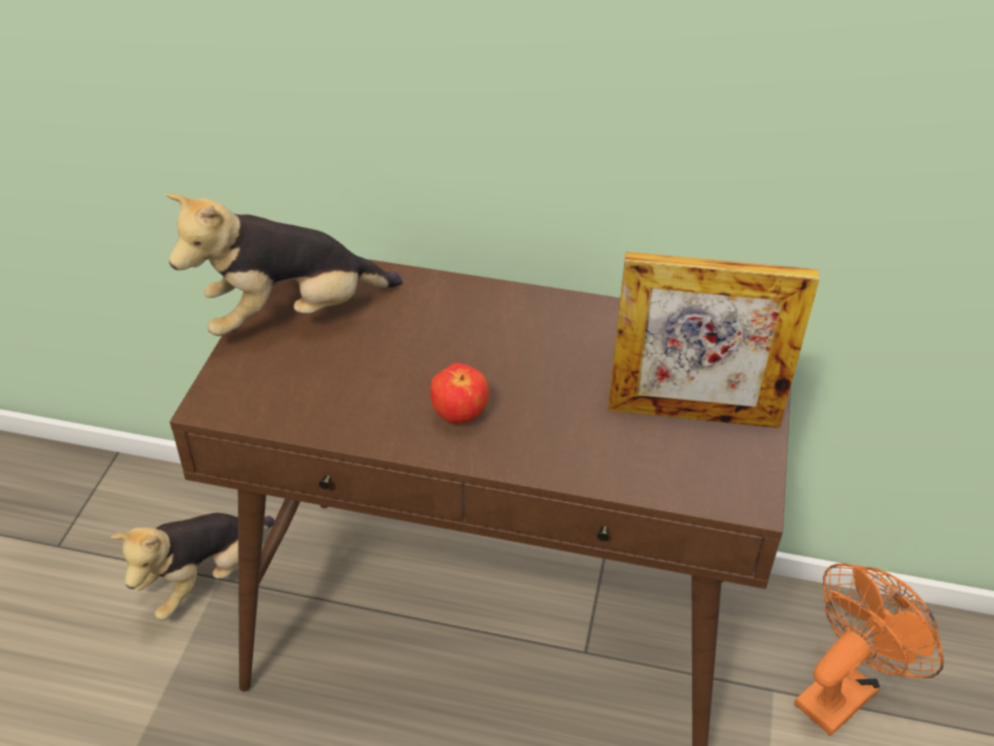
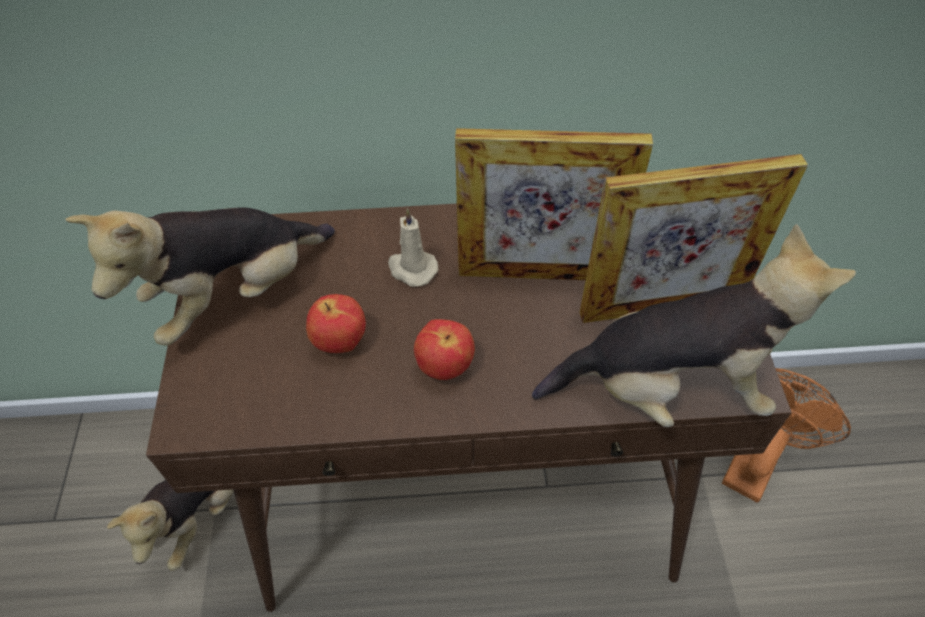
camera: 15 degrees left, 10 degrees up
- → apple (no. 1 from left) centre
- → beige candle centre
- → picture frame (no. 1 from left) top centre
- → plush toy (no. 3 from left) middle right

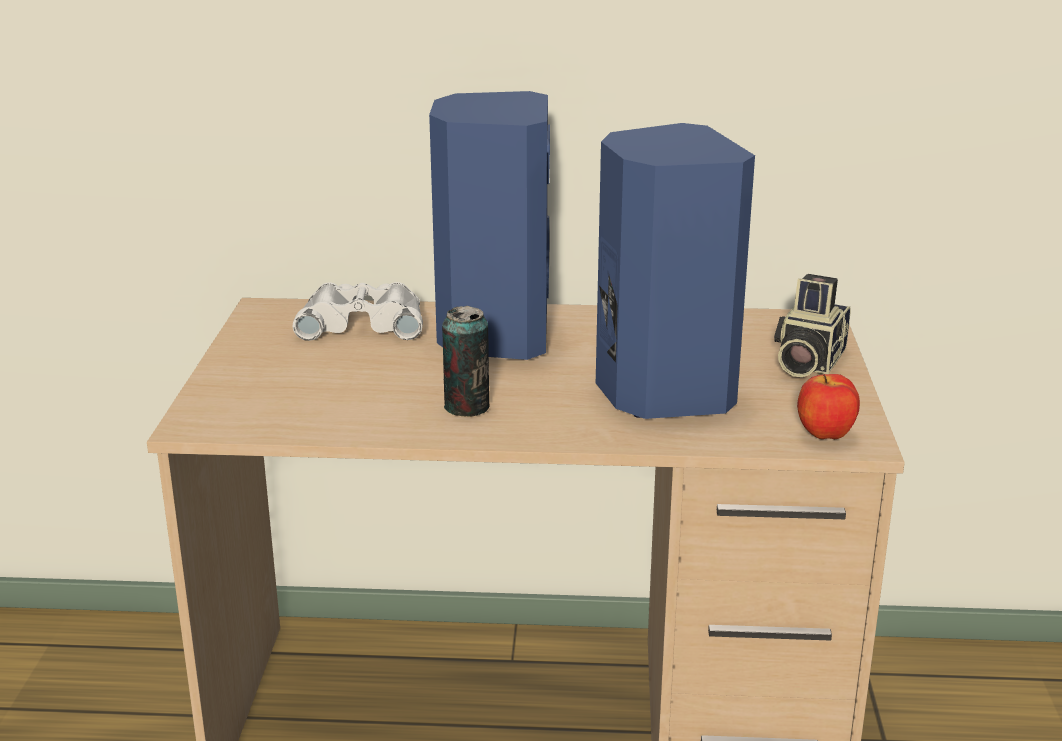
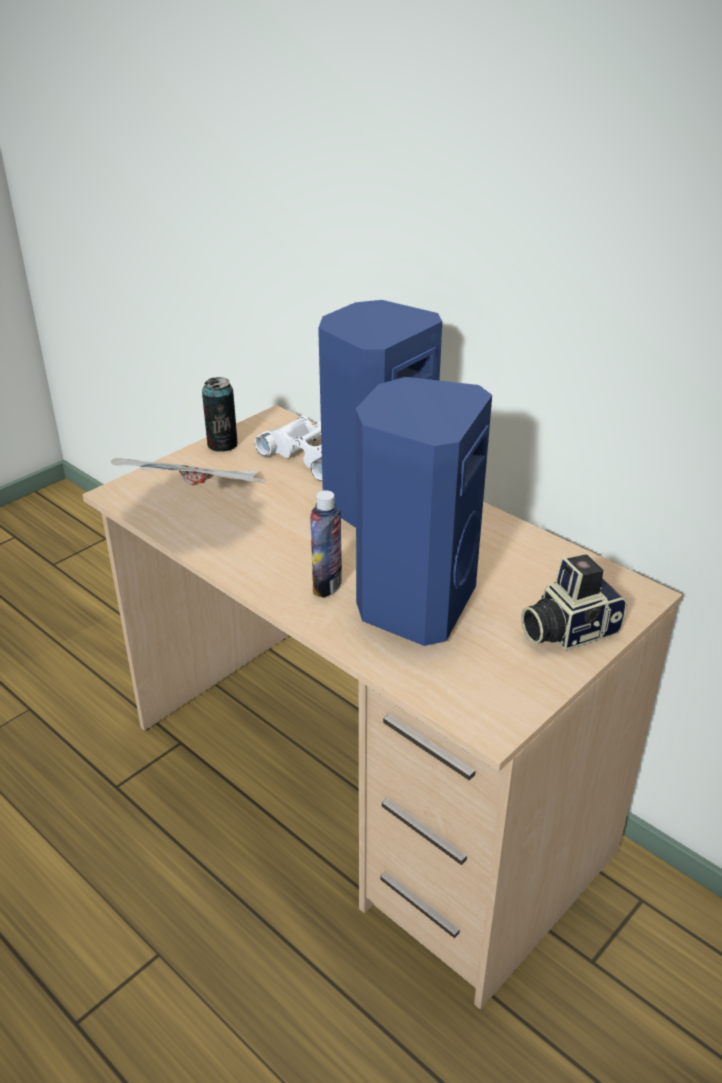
camera: 40 degrees right, 10 degrees up
can centre → can middle left, shifted
apple middle right → -
- → newspaper middle left
- → bottle centre

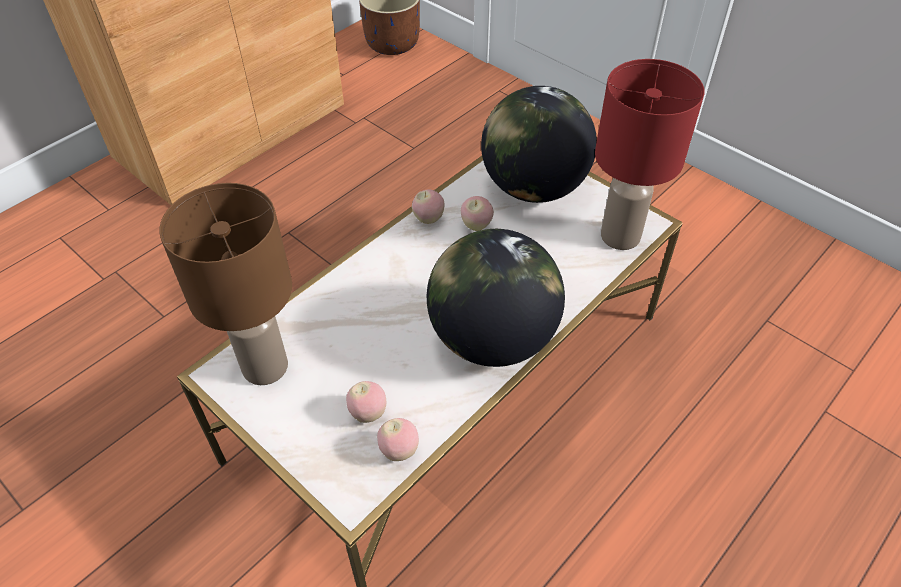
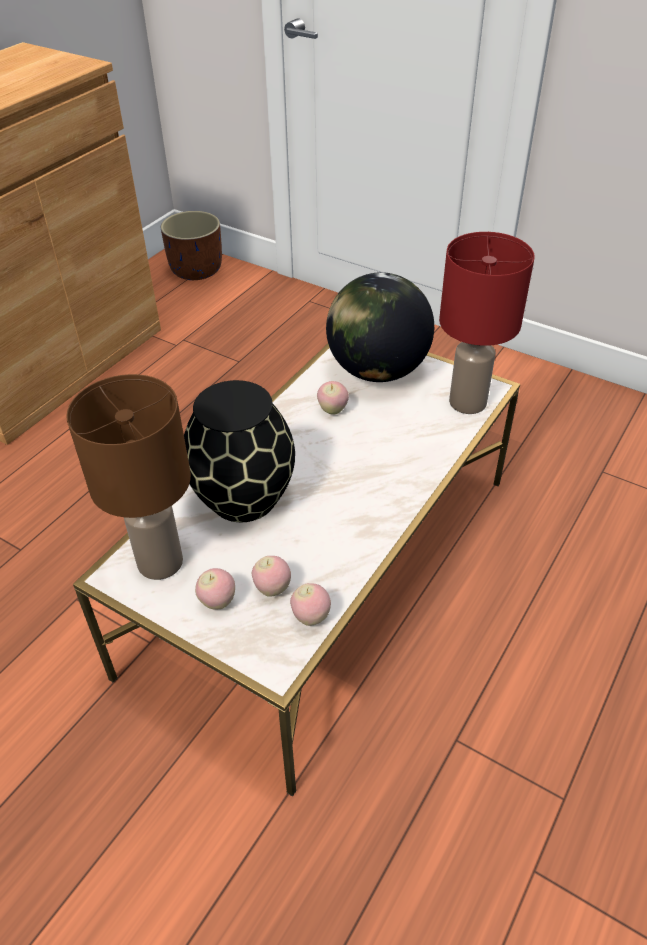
camera: 10 degrees left, 5 degrees down
apple (no. 3 from left in the first image) centre → apple (no. 1 from left) middle left, shifted
globe (no. 1 from left) centre → -
- → black vase centre

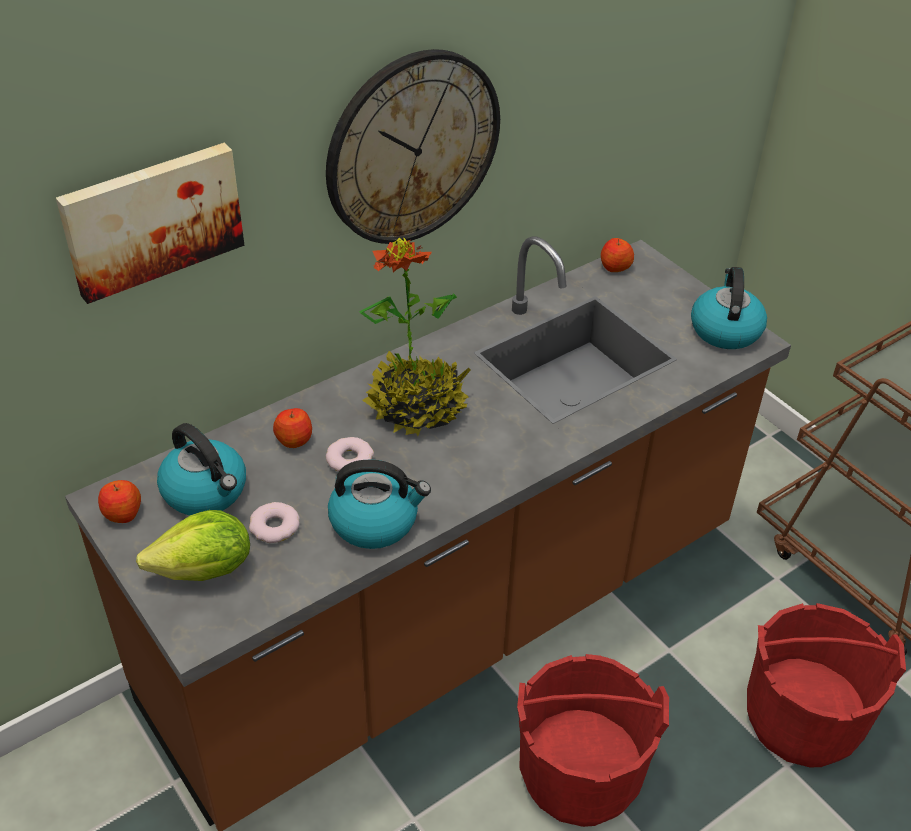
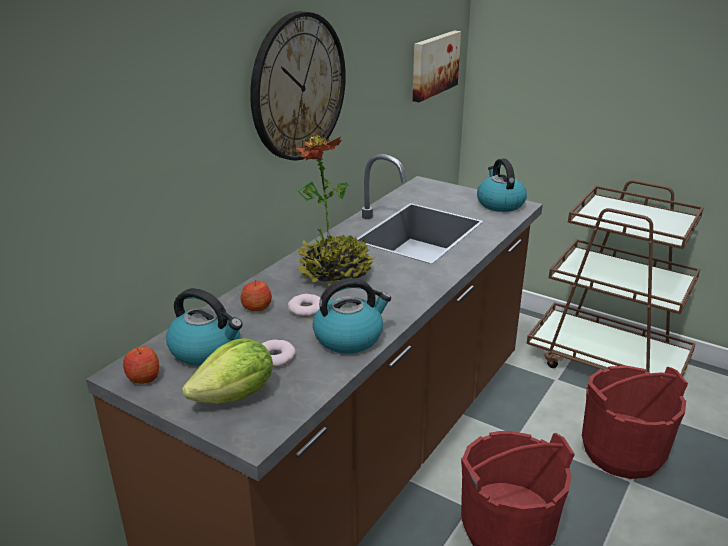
camera: 20 degrees left, 15 degrees down
picture top left → picture top centre, shifted
apple (no. 3 from left) top right → -

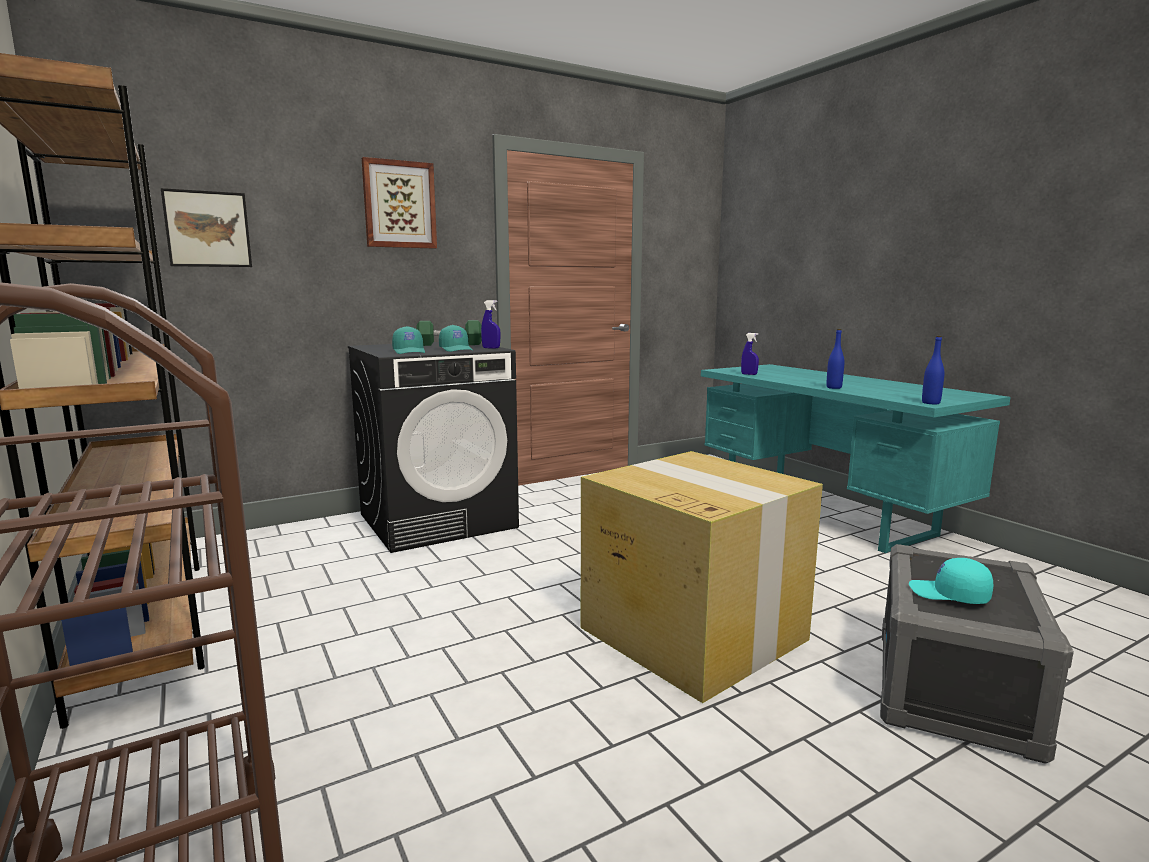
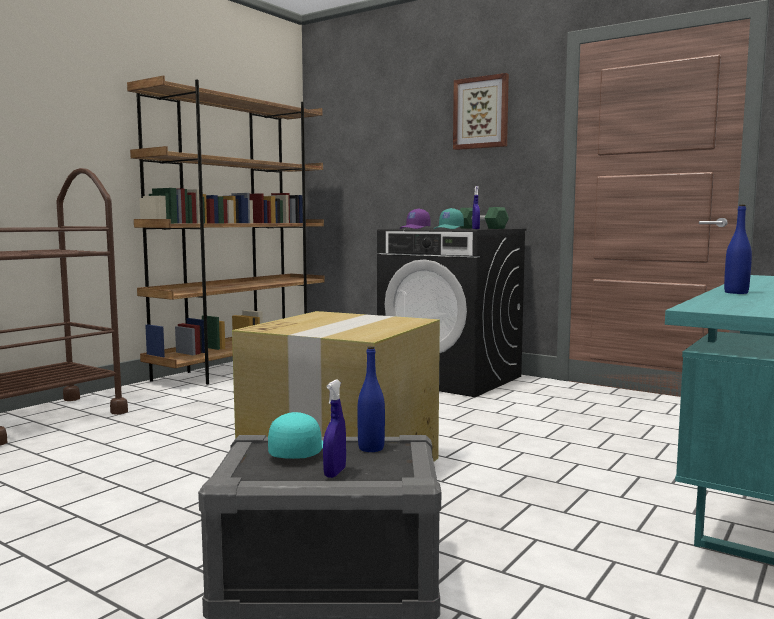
camera: 65 degrees right, 5 degrees down
picture (no. 1 from left) top left → -
turquoise cap (no. 1 from left) centre → purple cap centre
blue spray bottle (no. 2 from left in the first image) centre → blue spray bottle (no. 1 from left) bottom centre, shifted
blue bottle (no. 2 from left in the first image) middle right → blue bottle (no. 1 from left) centre, shifted

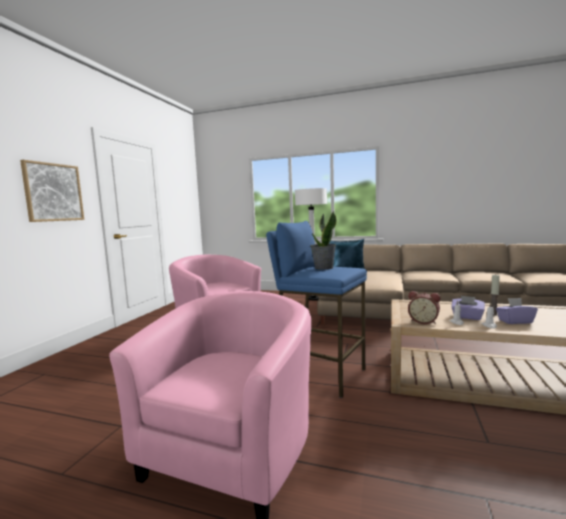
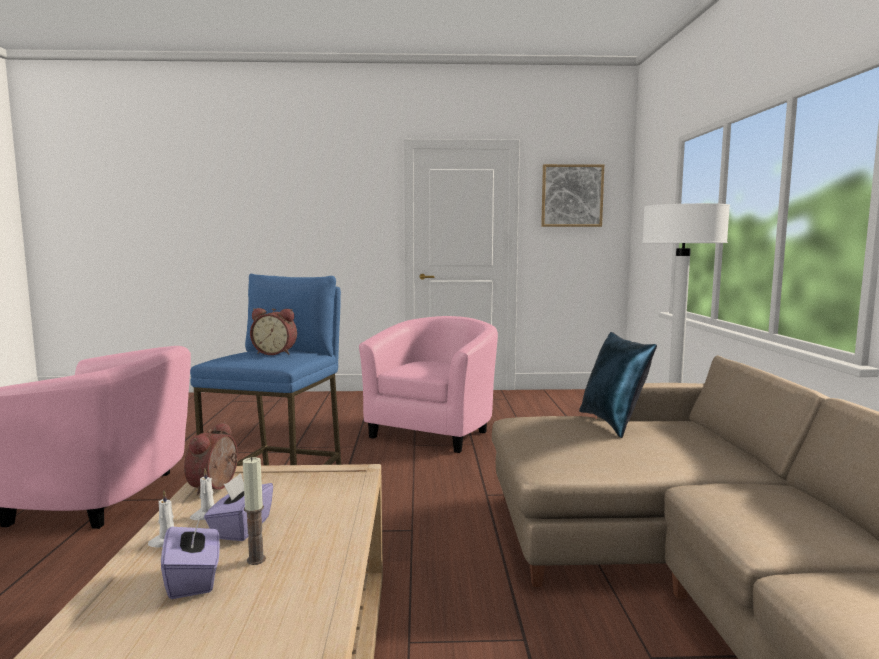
camera: 70 degrees right, 0 degrees up
picture middle left → picture top centre, shifted
potted plant centre → alarm clock (no. 2 from left) middle left

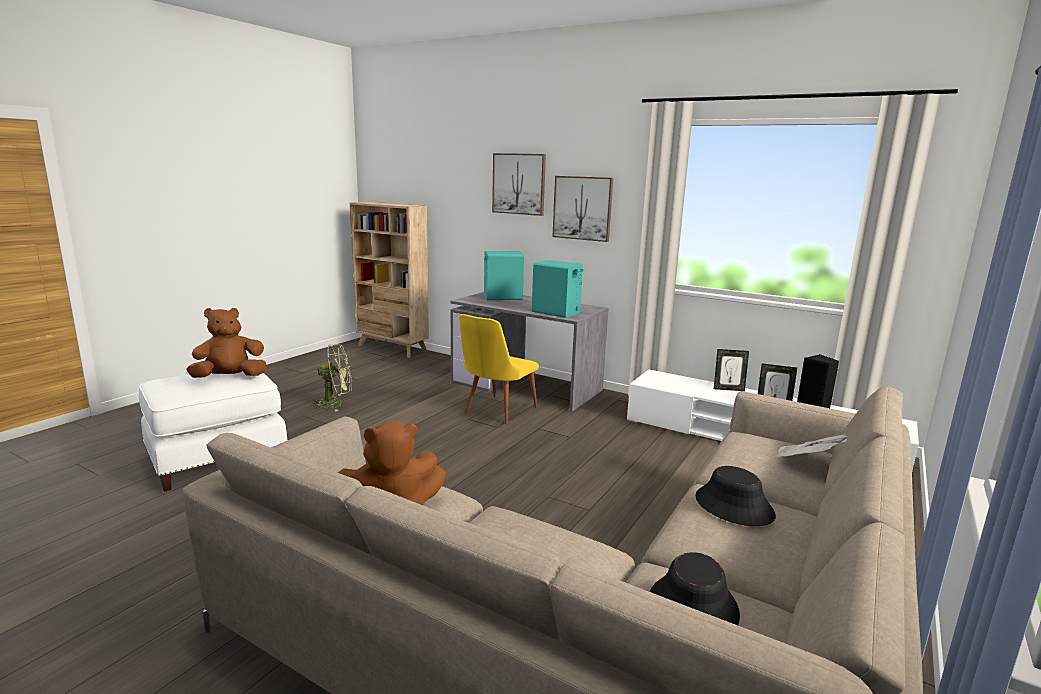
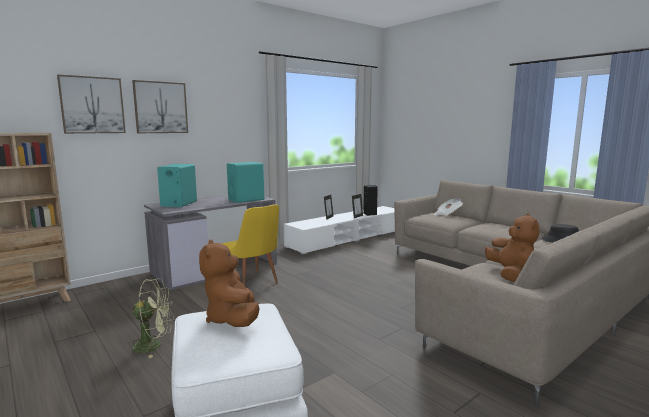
camera: 70 degrees left, 5 degrees down
green fan middle left → green fan bottom left, 75 degrees clockwise
picture (no. 2 from left in the first image) top centre → picture (no. 1 from left) top left, shifted
black hat (no. 2 from left) bottom right → -

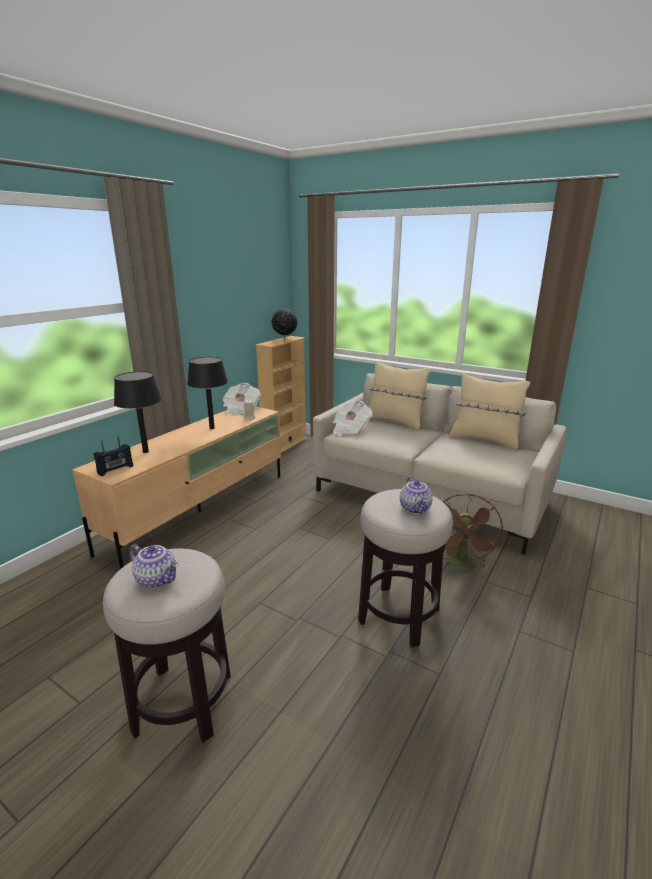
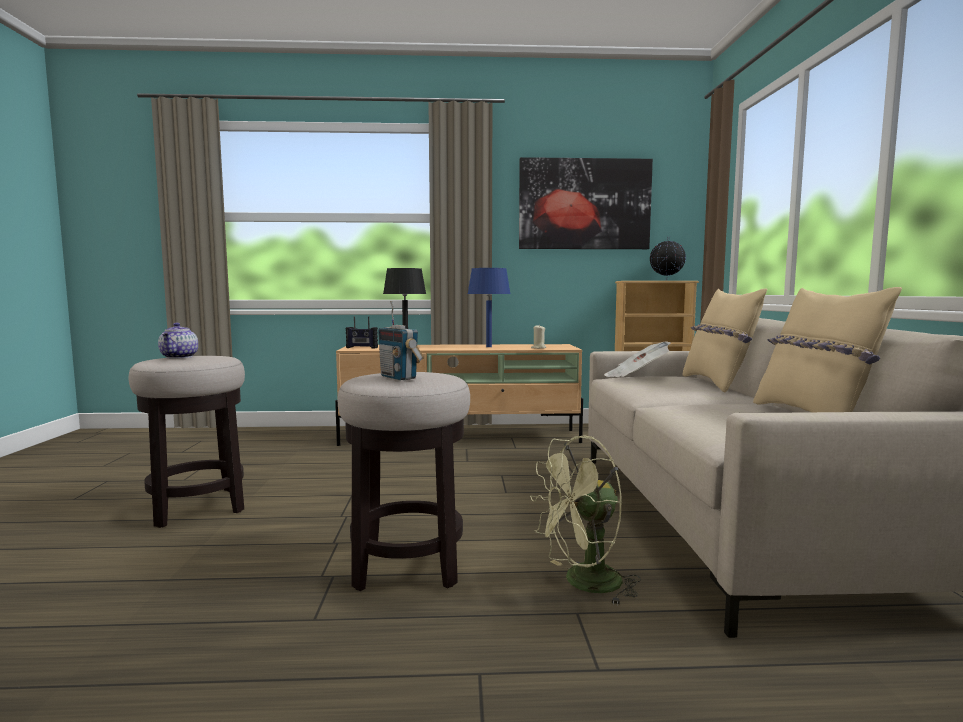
camera: 55 degrees right, 15 degrees down
black table lamp (no. 2 from left) middle left → blue table lamp centre
newspaper (no. 1 from left) centre → -
teapot (no. 2 from left) centre → radio (no. 2 from left) centre
brown fan middle right → green fan bottom centre
- → picture top centre

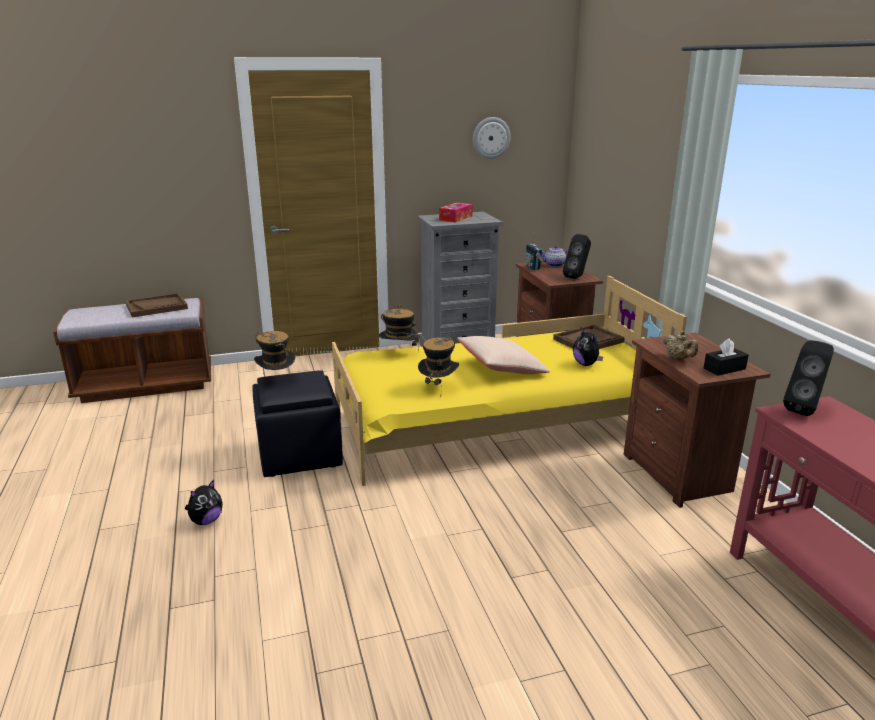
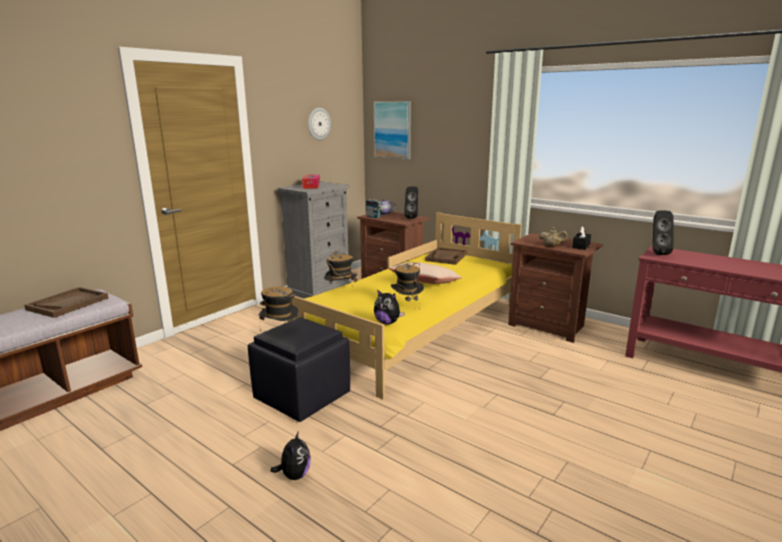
camera: 35 degrees left, 5 degrees down
plush toy (no. 2 from left) middle right → plush toy (no. 2 from left) centre, shifted
- → picture top centre

